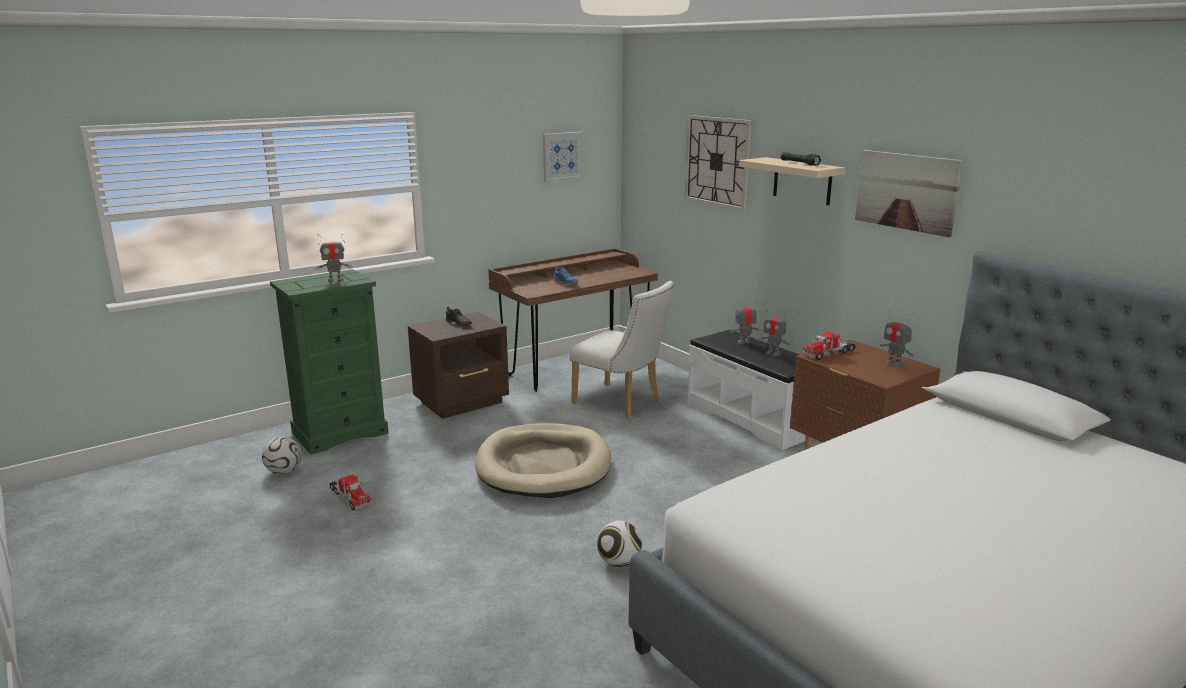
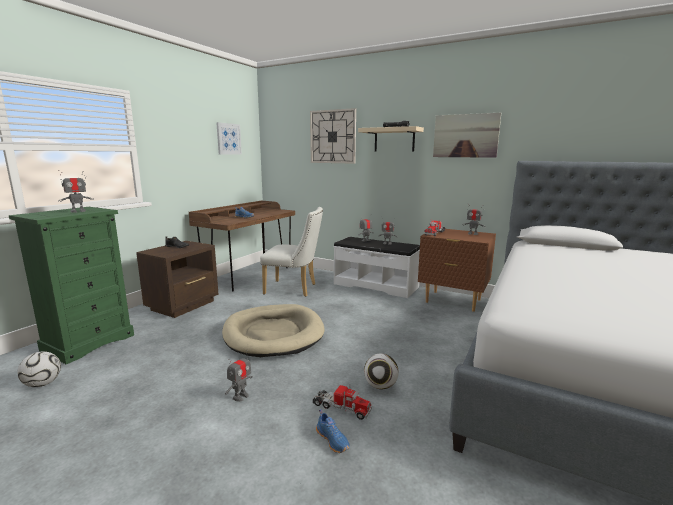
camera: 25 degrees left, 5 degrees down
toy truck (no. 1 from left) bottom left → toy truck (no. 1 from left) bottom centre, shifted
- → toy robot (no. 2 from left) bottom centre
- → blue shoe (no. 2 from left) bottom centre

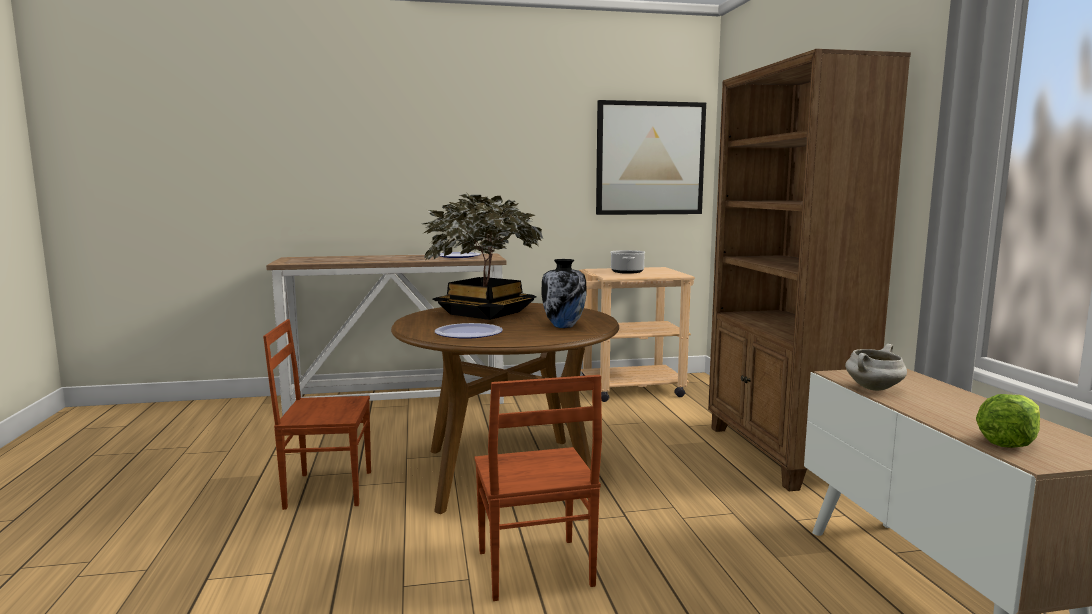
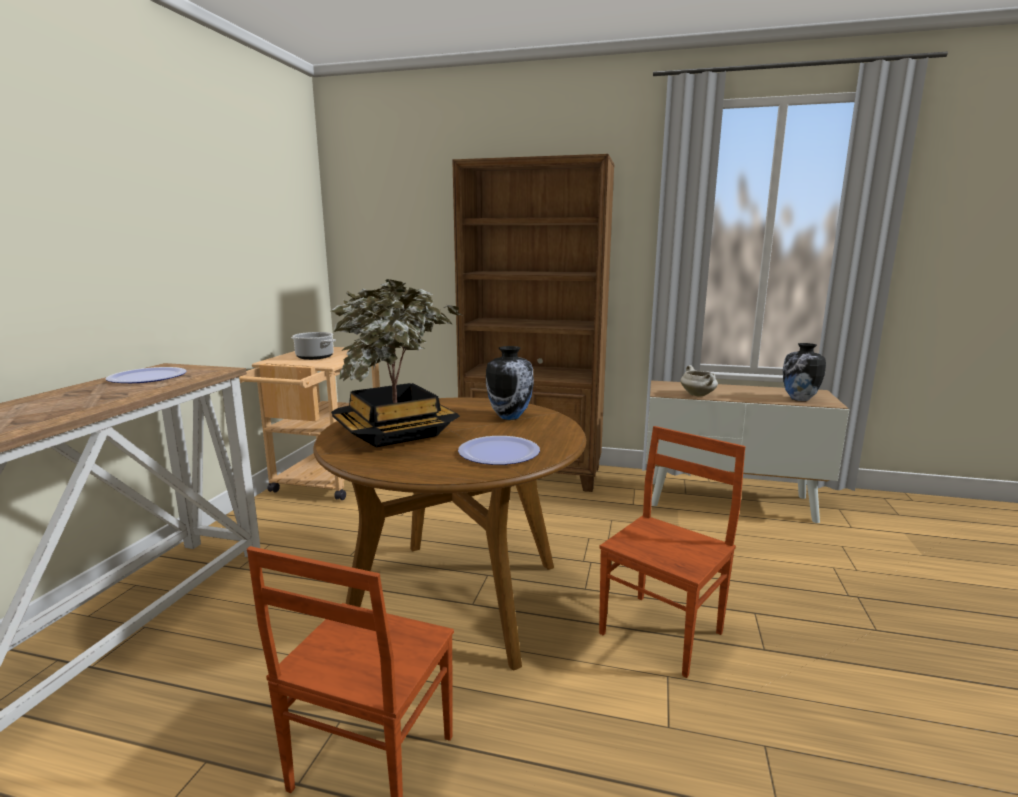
camera: 65 degrees left, 5 degrees up
brown chair (no. 2 from left) bottom centre, 60 degrees counterclockwise
picture top centre → -
lettuce bottom right → vase (no. 2 from left) middle right

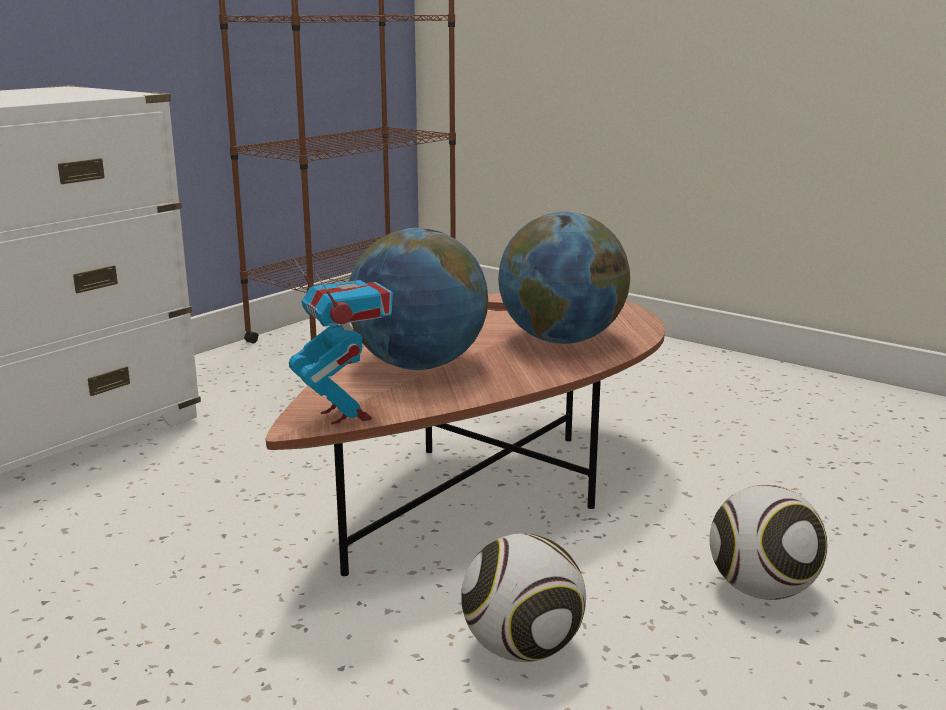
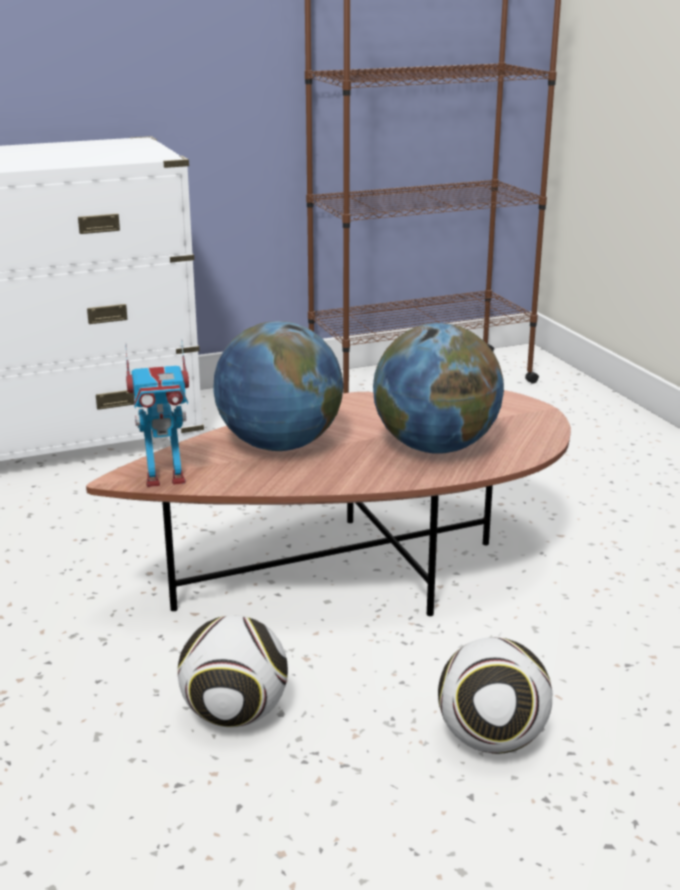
camera: 30 degrees right, 5 degrees up
toy robot centre → toy robot middle left, 75 degrees clockwise

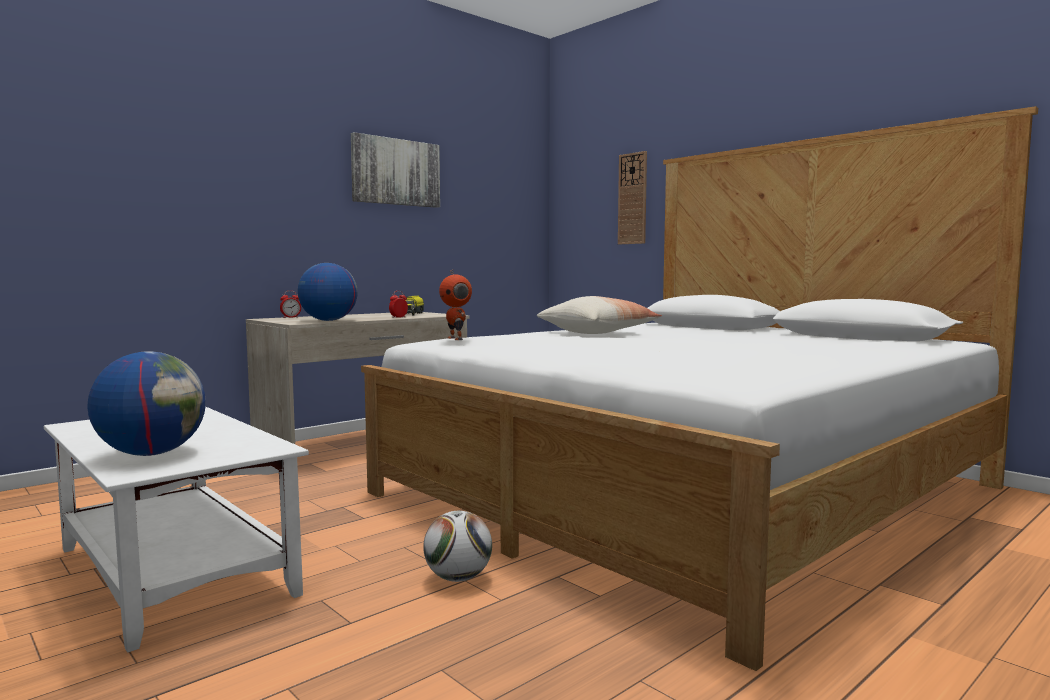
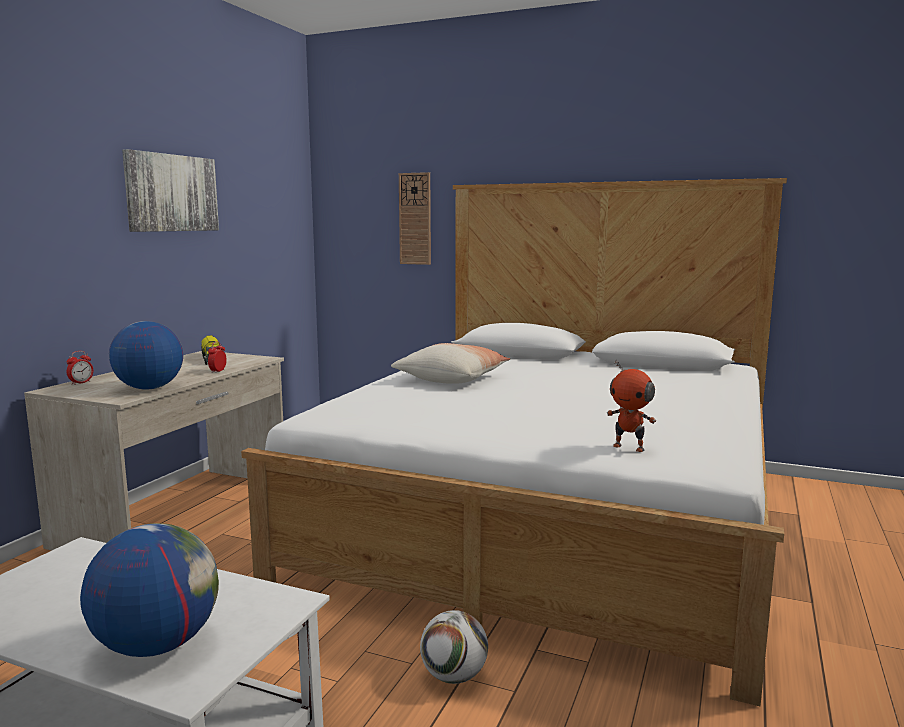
camera: 25 degrees left, 5 degrees up
toy robot centre → toy robot middle right, shifted

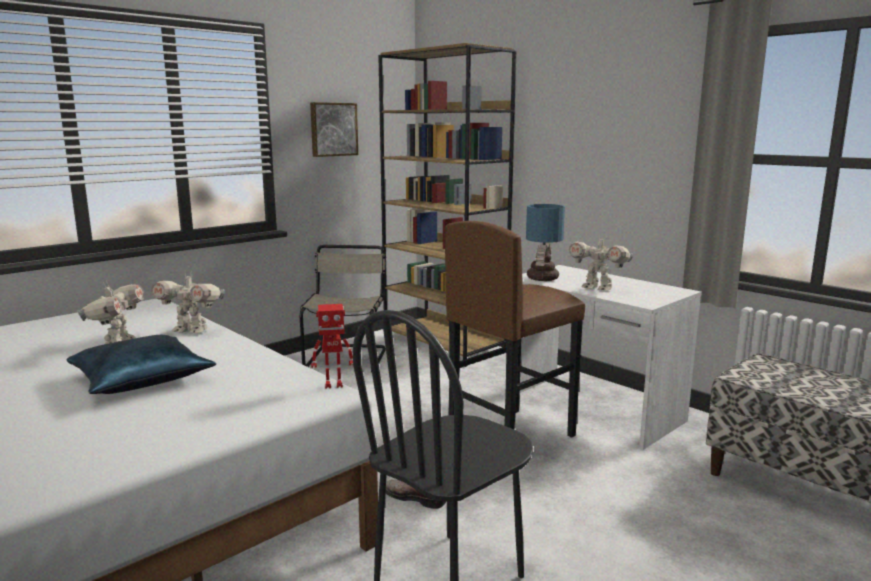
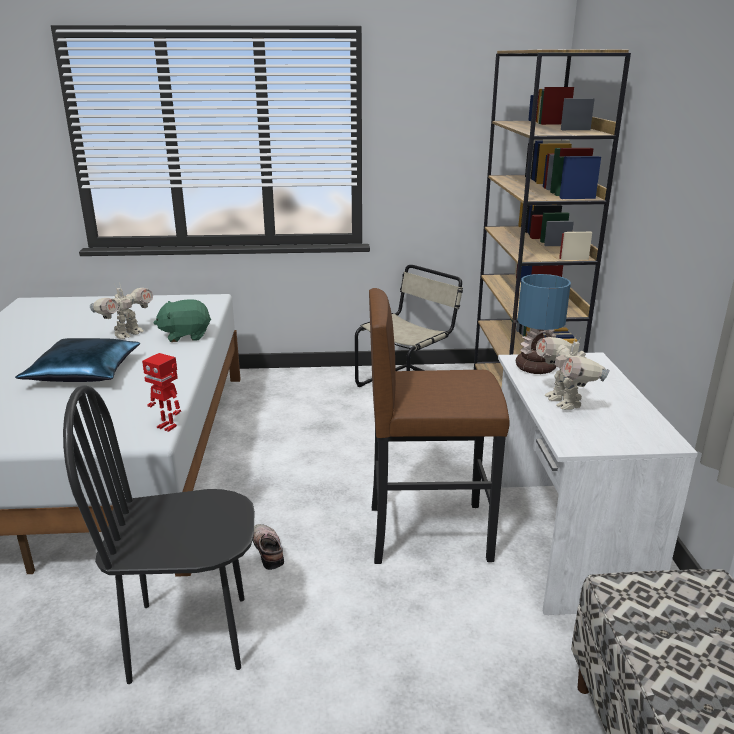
camera: 40 degrees right, 10 degrees up
toy robot (no. 2 from left) middle left → green plush toy middle left
picture top centre → -

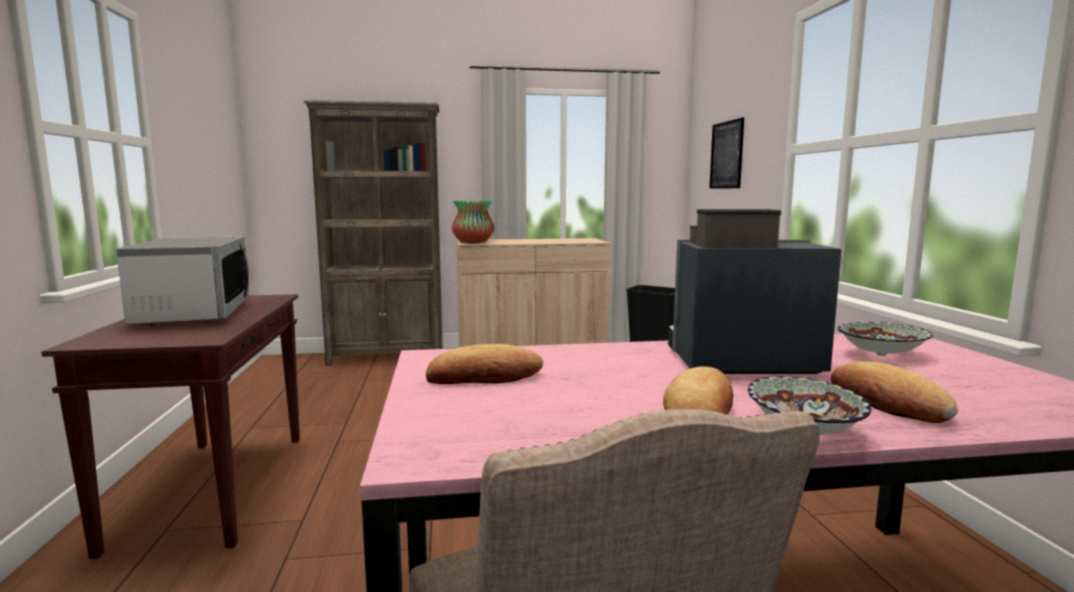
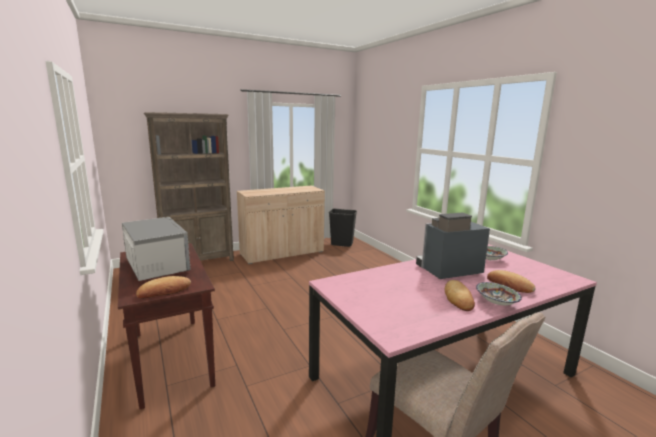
camera: 20 degrees left, 5 degrees up
bread (no. 1 from left) centre → bread (no. 1 from left) middle left, shifted
vase centre → -
picture top right → -

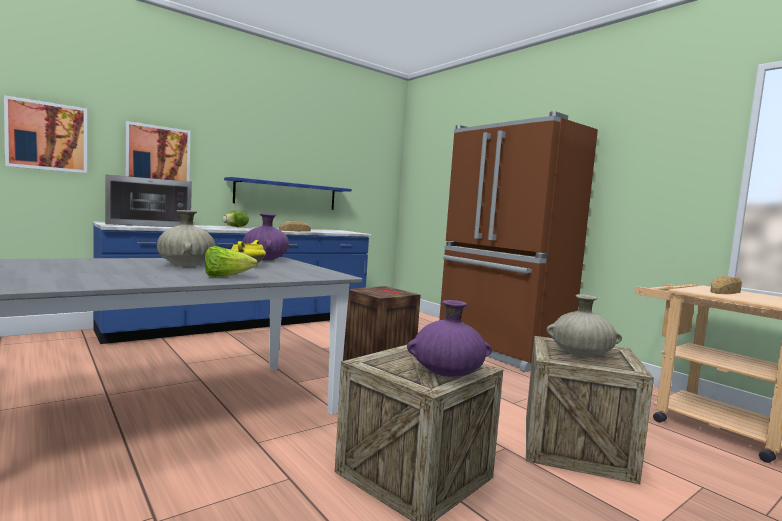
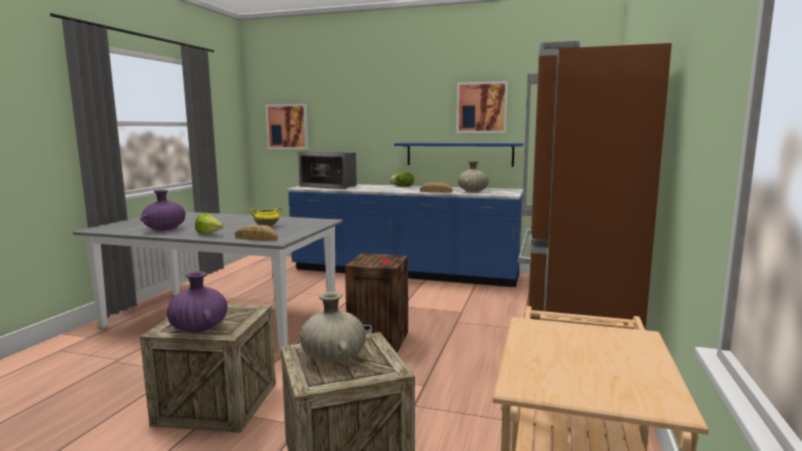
camera: 55 degrees right, 5 degrees up
picture (no. 2 from left) top left → picture (no. 2 from left) top centre, shifted
beige vase (no. 1 from left in the first image) middle left → beige vase (no. 2 from left) centre, shifted
purple vase (no. 1 from left) centre → purple vase (no. 1 from left) middle left, shifted
bread (no. 2 from left in the first image) middle right → bread (no. 1 from left) middle left, shifted

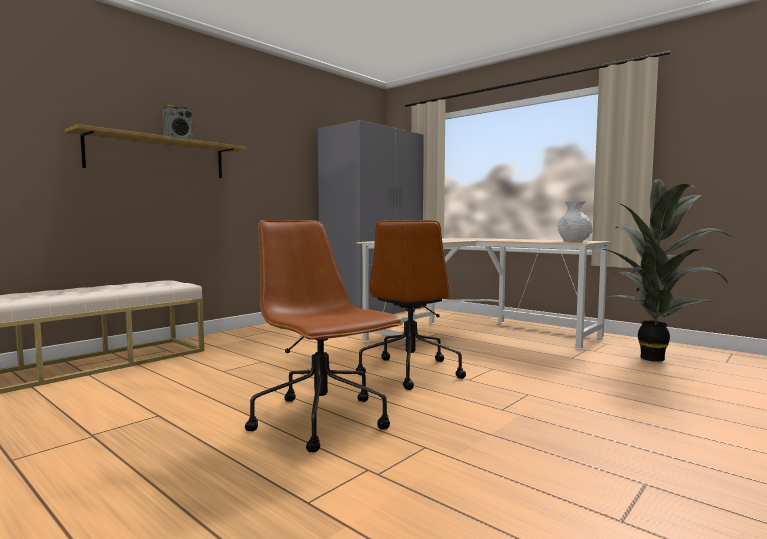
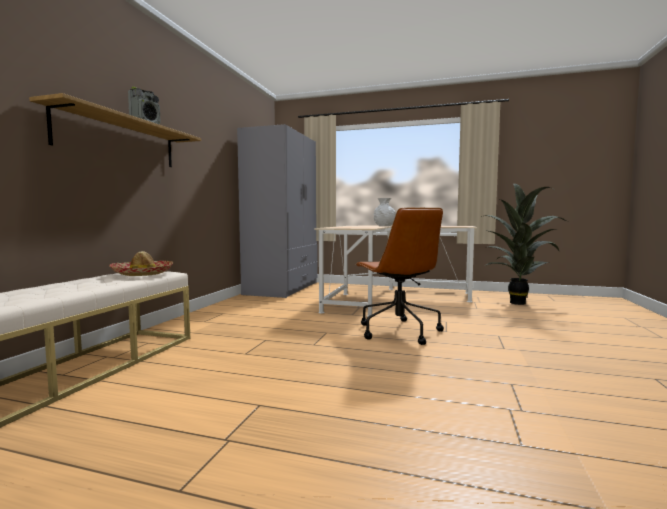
camera: 25 degrees left, 0 degrees up
brown office chair (no. 1 from left) centre → -
white vase middle right → white vase centre, shifted
- → hat middle left

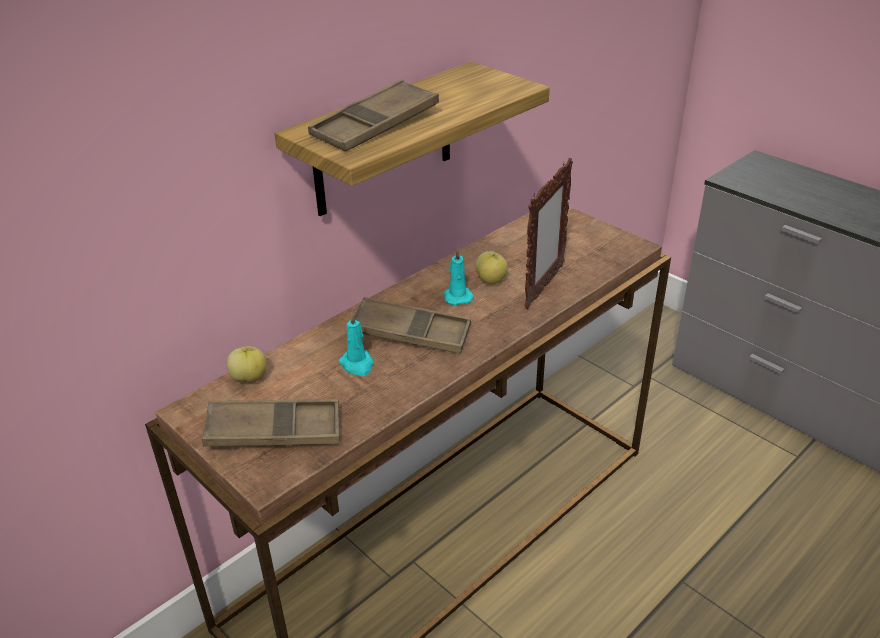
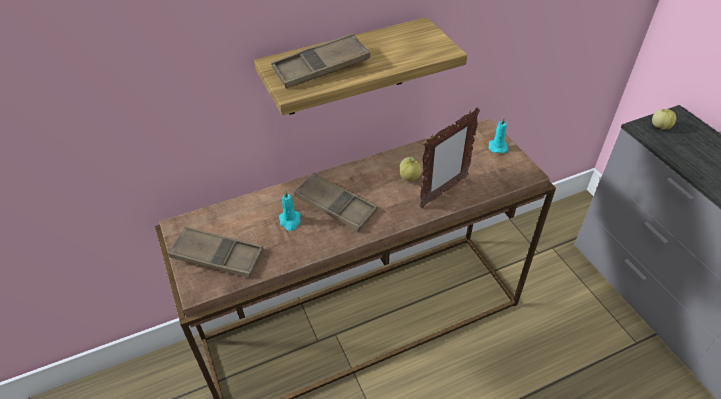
camera: 20 degrees right, 10 degrees up
apple (no. 1 from left in the first image) middle left → apple (no. 2 from left) top right, shifted
turquoise candle (no. 2 from left) centre → turquoise candle (no. 2 from left) middle right, shifted

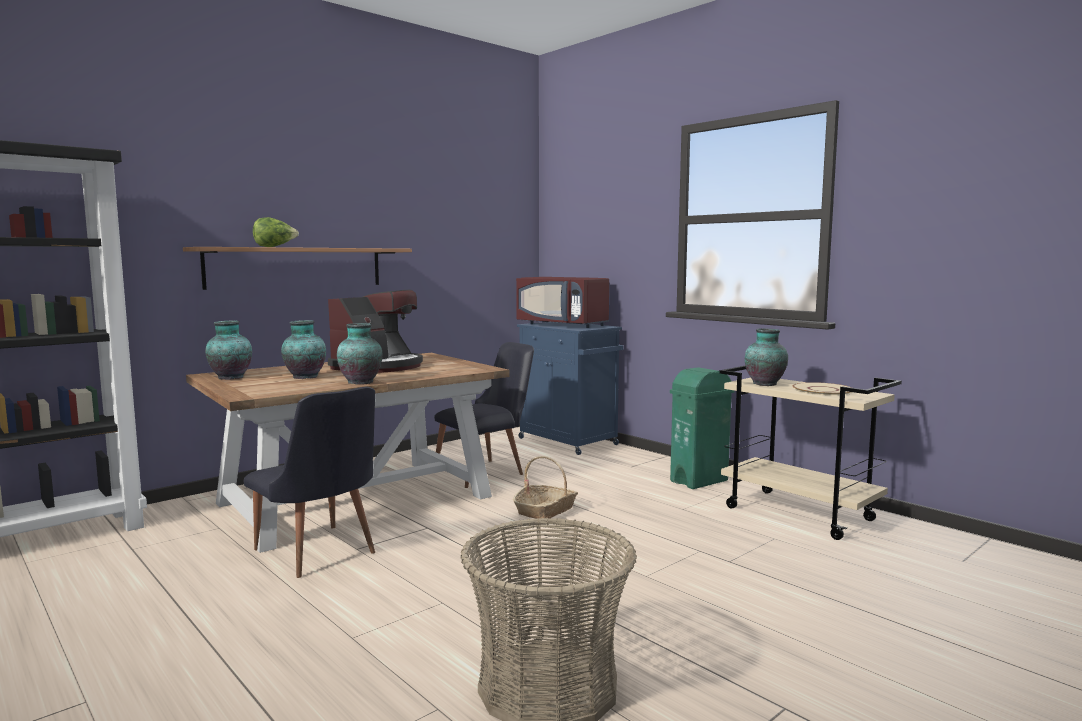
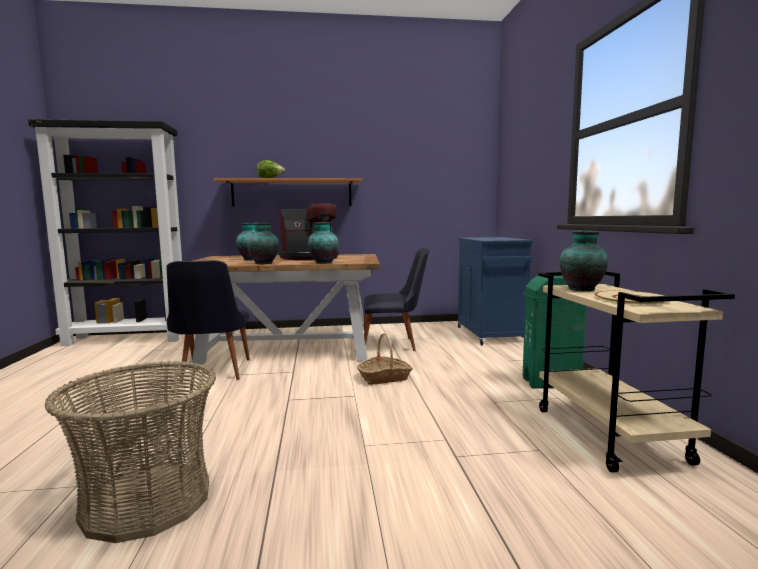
camera: 35 degrees right, 0 degrees up
vase (no. 1 from left in the first image) middle left → vase (no. 3 from left) centre, shifted
red microwave centre → -

